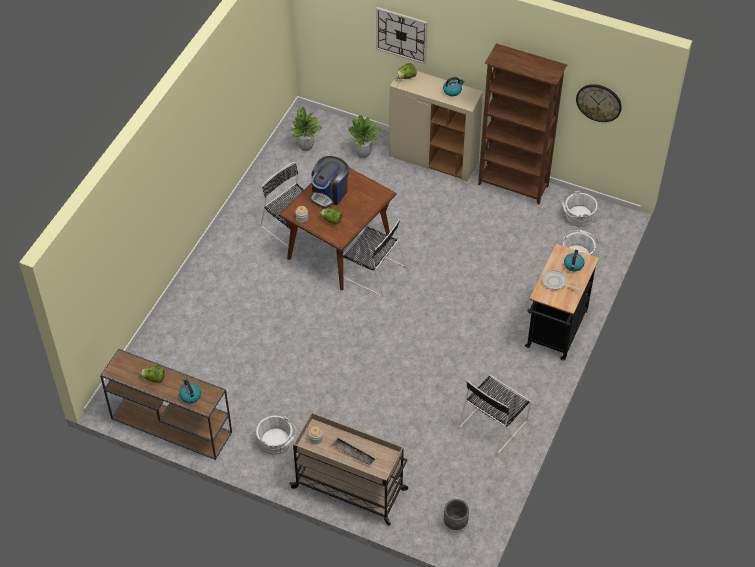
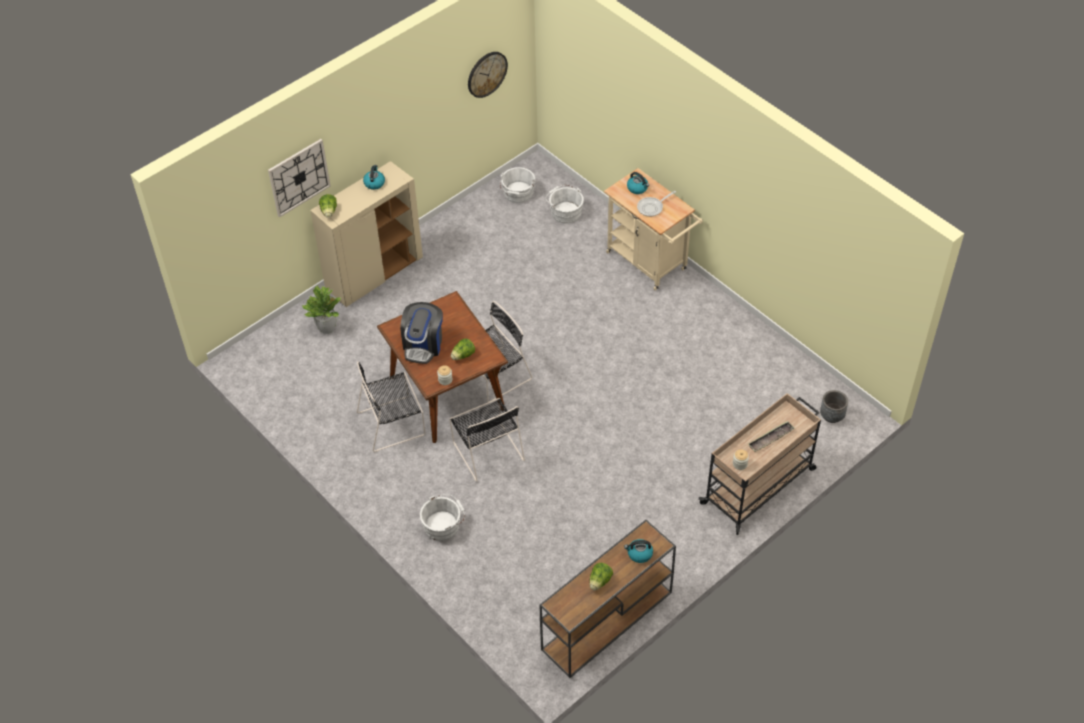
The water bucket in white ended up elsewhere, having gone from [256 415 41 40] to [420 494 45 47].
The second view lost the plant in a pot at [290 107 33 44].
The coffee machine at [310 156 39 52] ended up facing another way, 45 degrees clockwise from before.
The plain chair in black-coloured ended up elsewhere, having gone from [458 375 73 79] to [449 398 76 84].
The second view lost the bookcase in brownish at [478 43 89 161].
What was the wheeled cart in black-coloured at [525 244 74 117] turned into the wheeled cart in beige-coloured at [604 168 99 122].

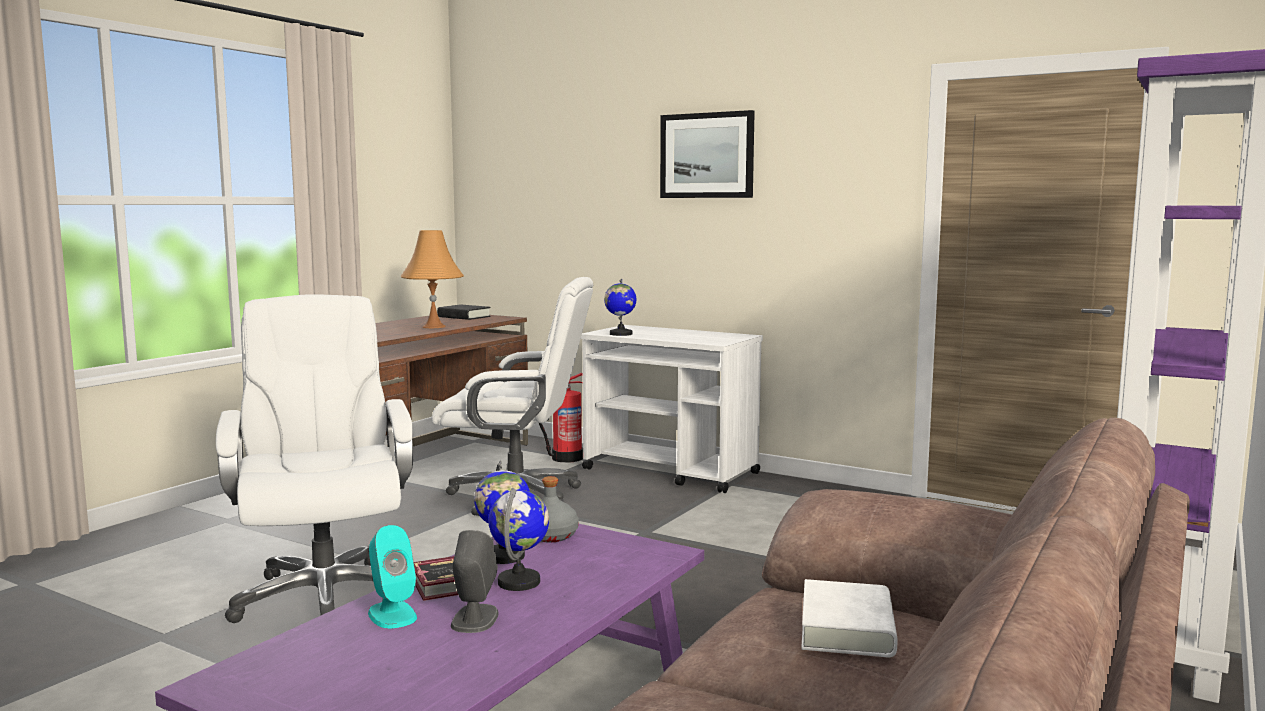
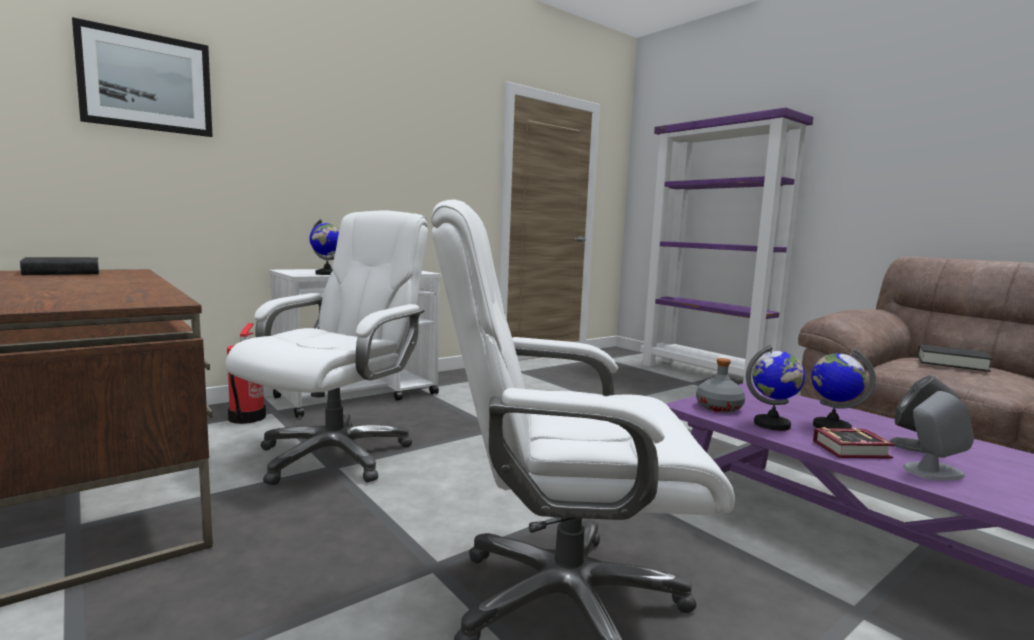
What was the audio speaker in turquoise-coloured at [368 525 49 103] turned into the audio speaker in grey at [903 391 71 90].
The second view lost the lamp for a table in orangey at [400 230 64 98].
The wall picture ended up elsewhere, having gone from [660 110 95 88] to [72 17 140 120].
What was the volume in white at [801 579 97 78] turned into the volume in black-coloured at [918 344 75 28].

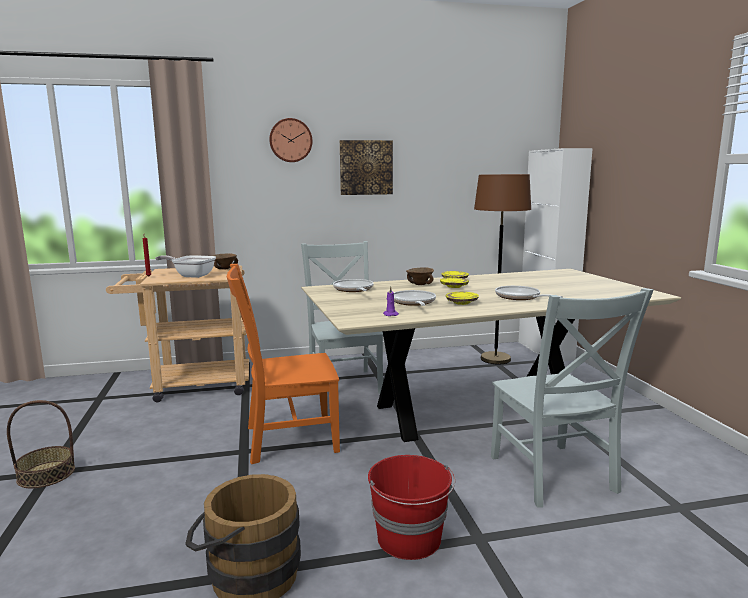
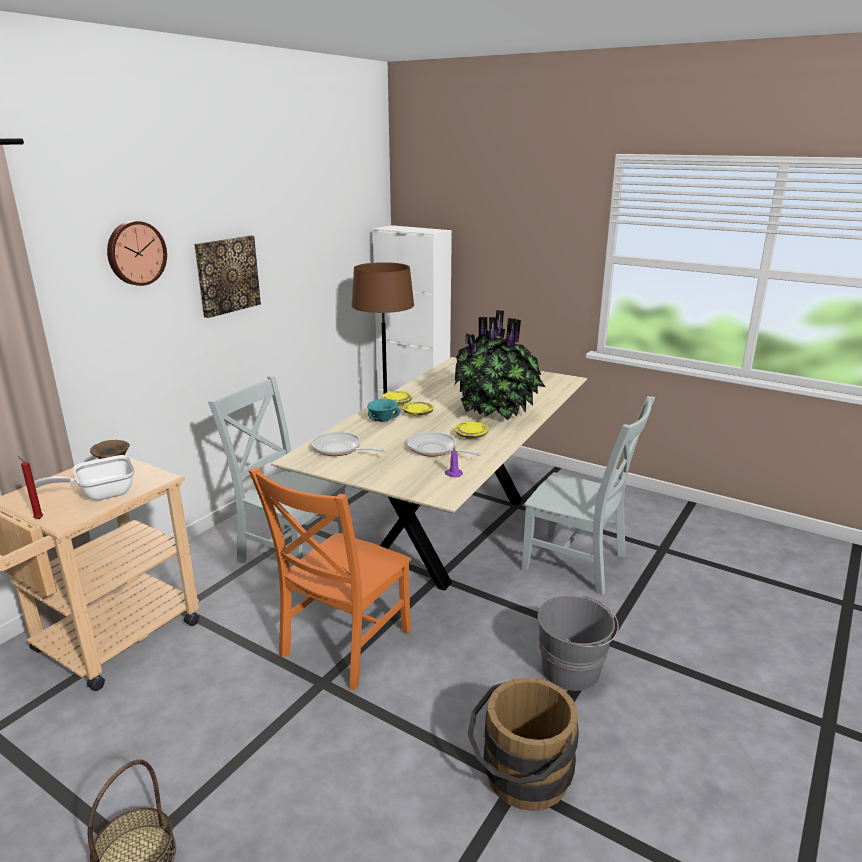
What was the water bucket in red at [368 455 87 105] turned into the water bucket in grey at [537 596 82 95].
What was the serving bowl in brownish at [406 268 28 17] turned into the serving bowl in turquoise-coloured at [367 399 33 23].
Where the pan stood at [495 286 68 14], the plant in a pot came to stand at [454 310 91 110].

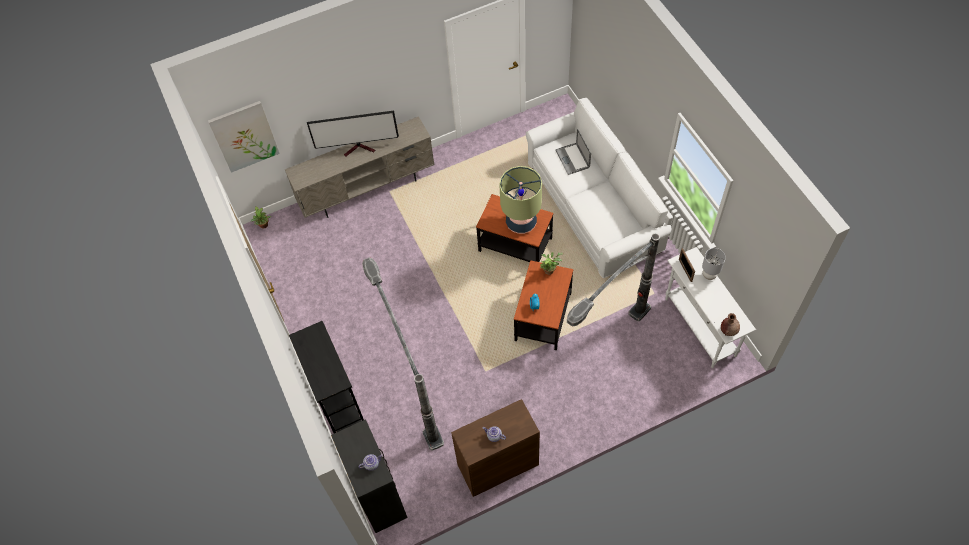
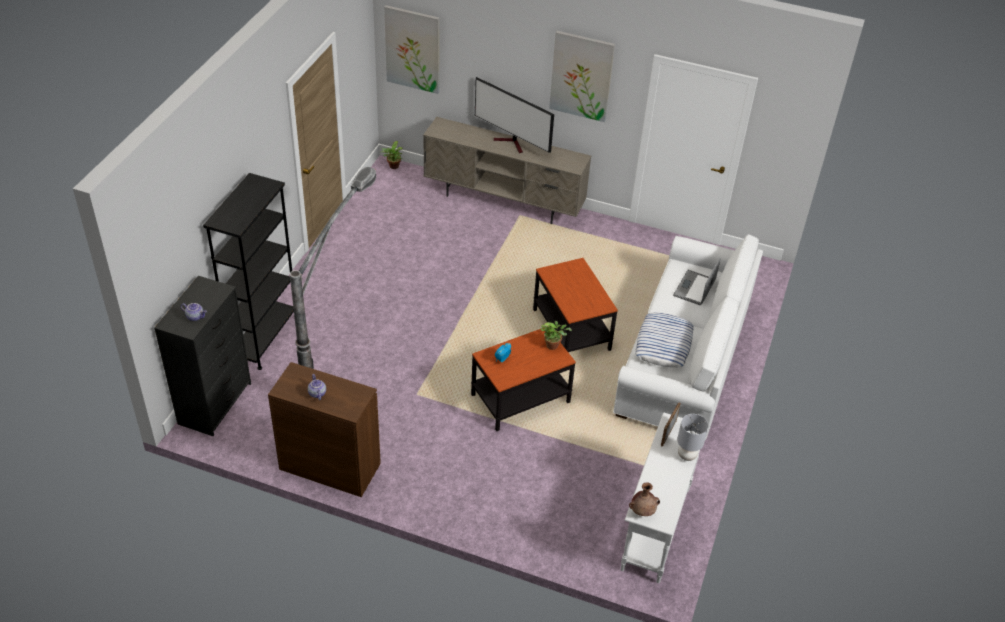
The second view lost the lamp for a table at [499 166 43 68].
The second view lost the standard lamp at [567 233 93 94].
The second view gained the wall picture at [549 31 66 91].
The second view gained the throw pillow at [635 313 59 55].

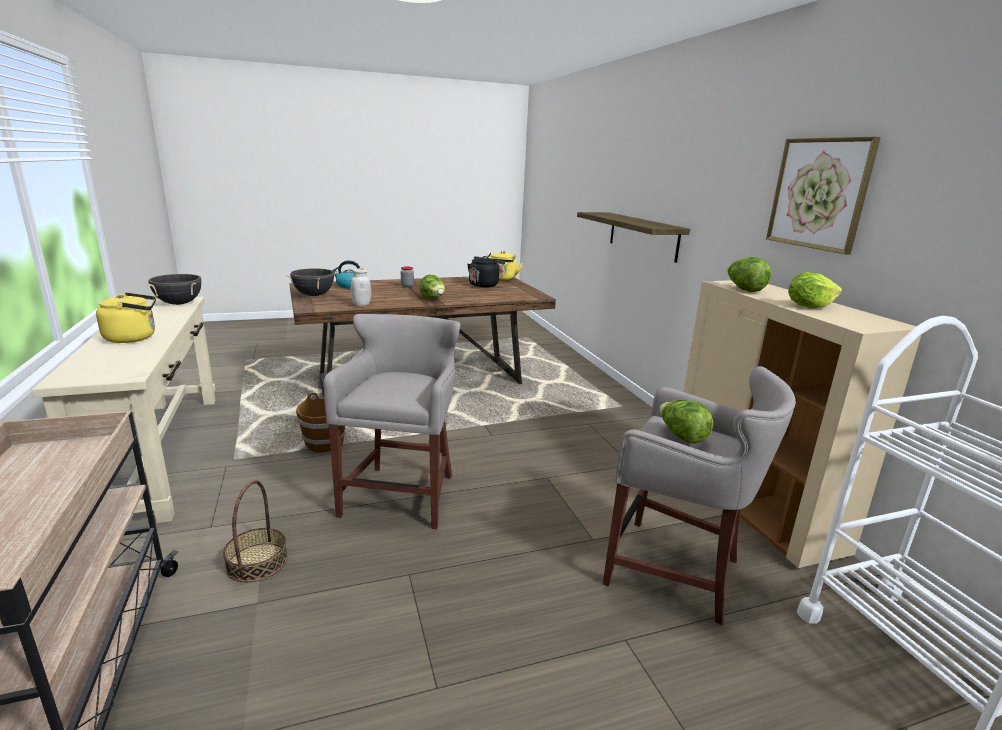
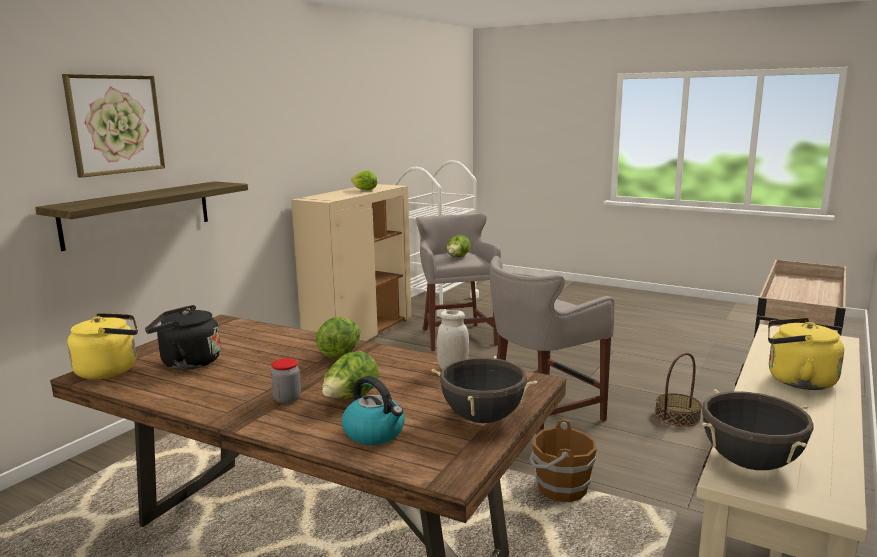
The lettuce head ended up elsewhere, having gone from [727 257 45 35] to [322 351 57 48].
The wall picture ended up elsewhere, having gone from [766 136 115 119] to [62 74 103 104].

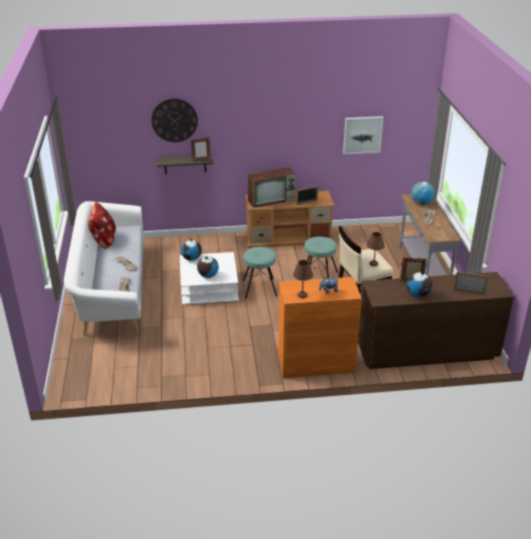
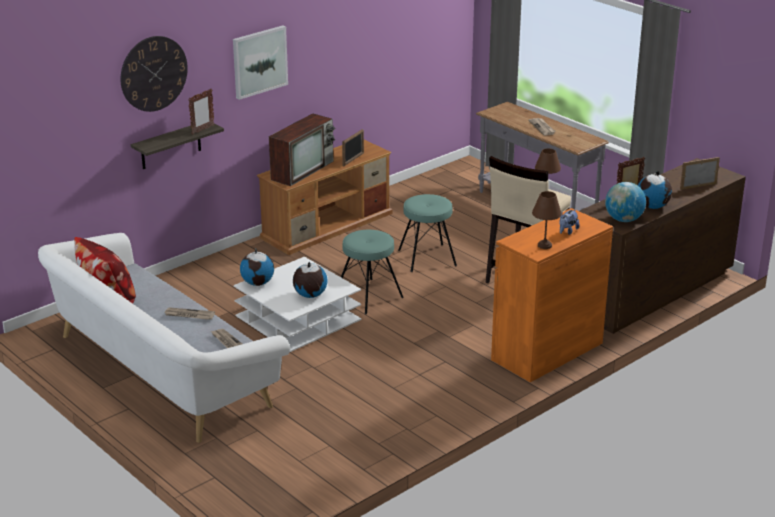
The wall picture ended up elsewhere, having gone from [343 116 41 38] to [233 25 55 75].
The globe ended up elsewhere, having gone from [411 182 24 23] to [605 182 41 40].

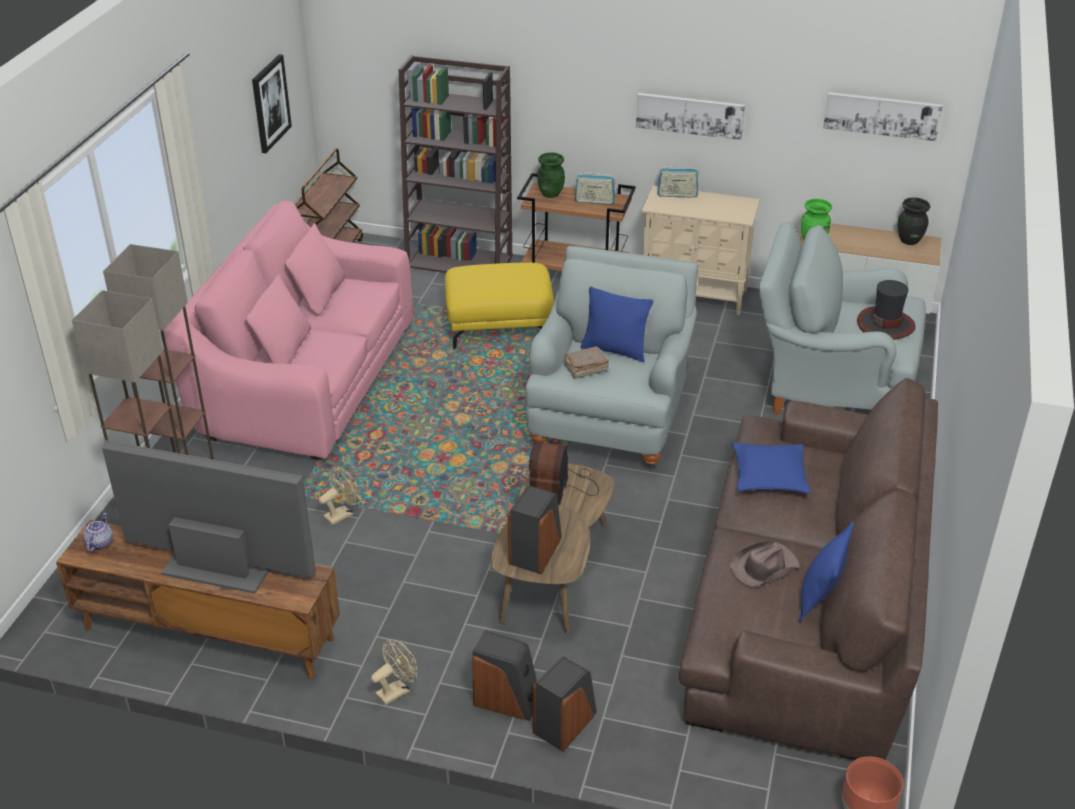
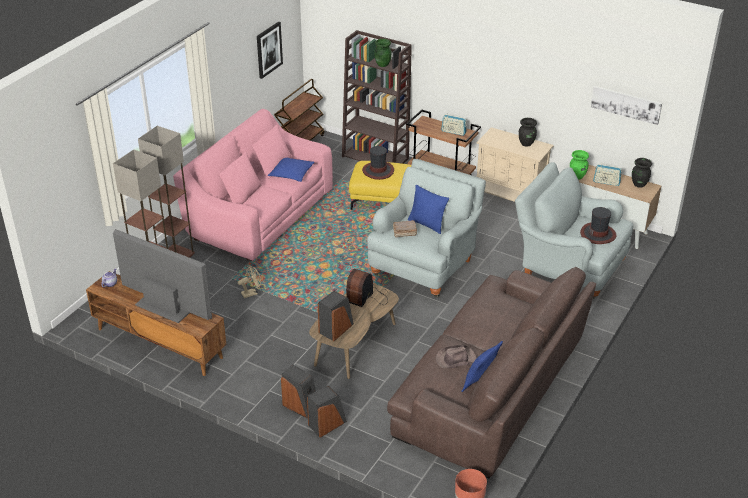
The second view lost the fan in beige-coloured at [371 639 47 66].
The vase in green ended up elsewhere, having gone from [537 152 28 46] to [374 39 18 28].
The second view lost the wall picture at [636 93 109 47].
The radio receiver ended up elsewhere, having gone from [657 164 42 34] to [593 162 29 24].
The throw pillow in blue-coloured ended up elsewhere, having gone from [733 442 78 51] to [268 158 46 24].
The second view gained the wearable hat at [362 146 32 34].
The second view gained the vase in black-coloured at [519 118 18 29].

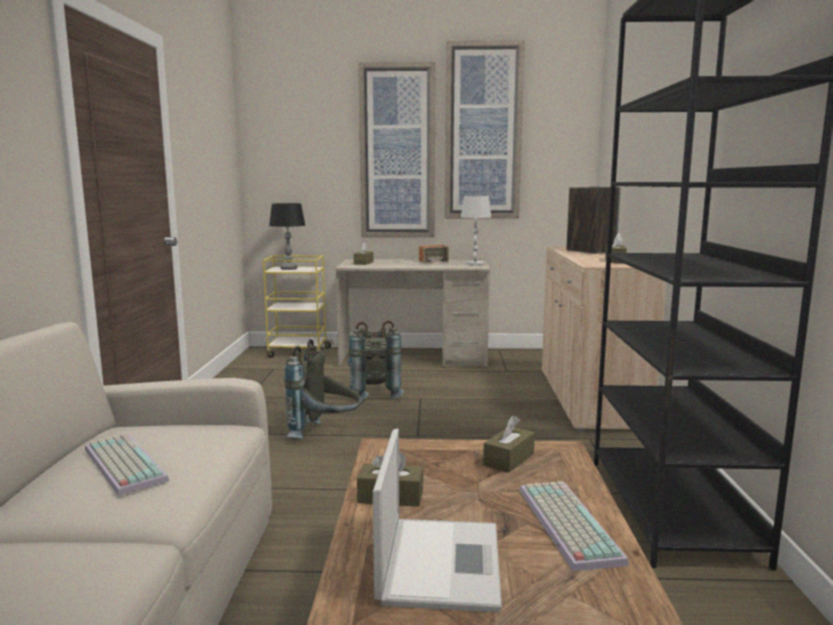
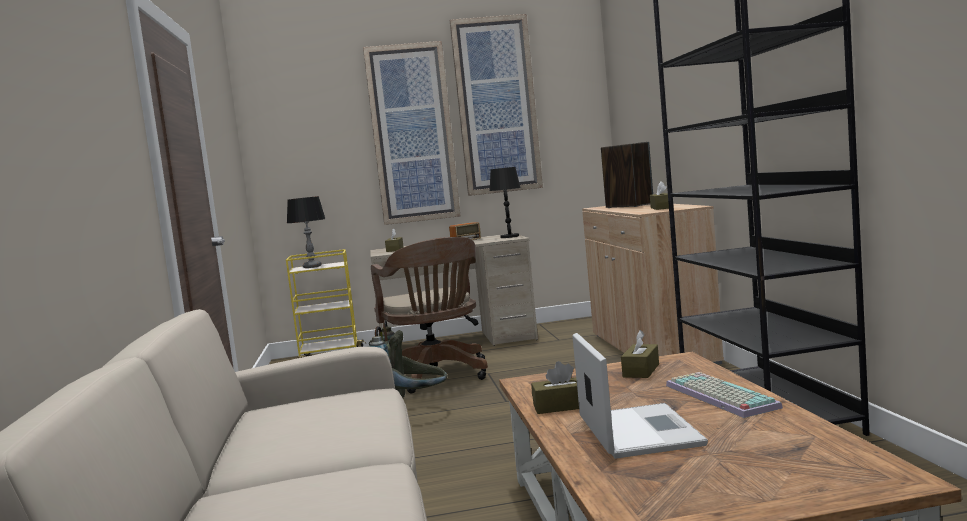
The second view lost the PC keyboard at [85 434 84 62].
Where the rucksack in grey stood at [348 321 56 80], the desk chair in brownish came to stand at [371 237 117 157].
What was the lamp for a table in white at [461 196 30 69] turned into the lamp for a table in black-coloured at [490 167 31 71].

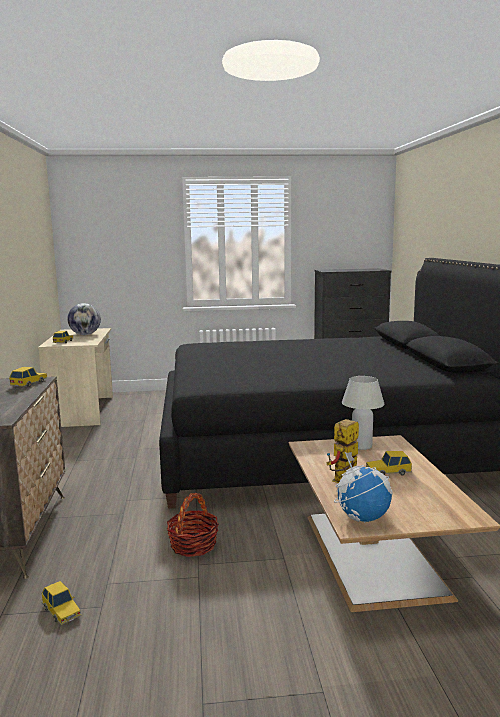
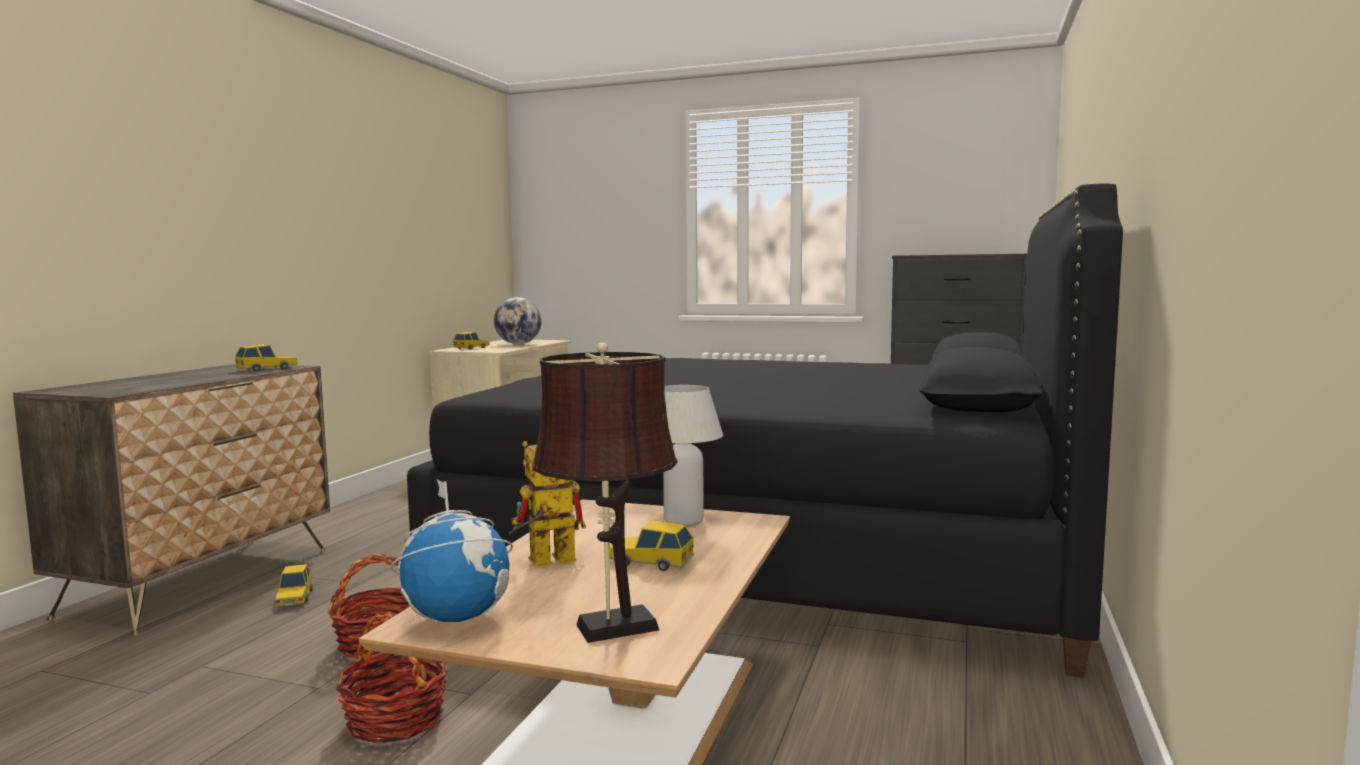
The model car ended up elsewhere, having gone from [42 581 40 44] to [275 564 38 43].
The second view gained the basket at [336 613 112 130].
The second view gained the lamp for a table in brownish at [532 342 146 301].

